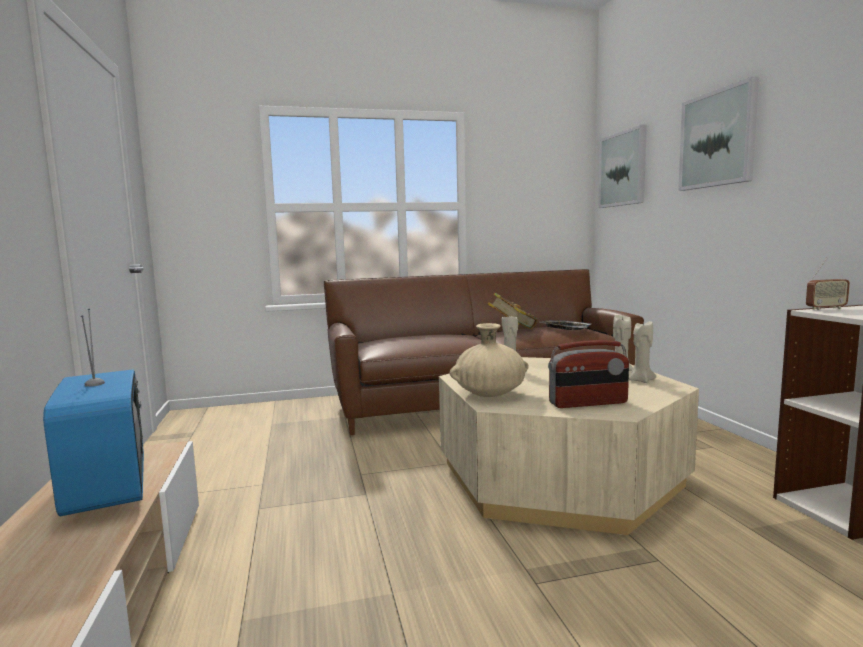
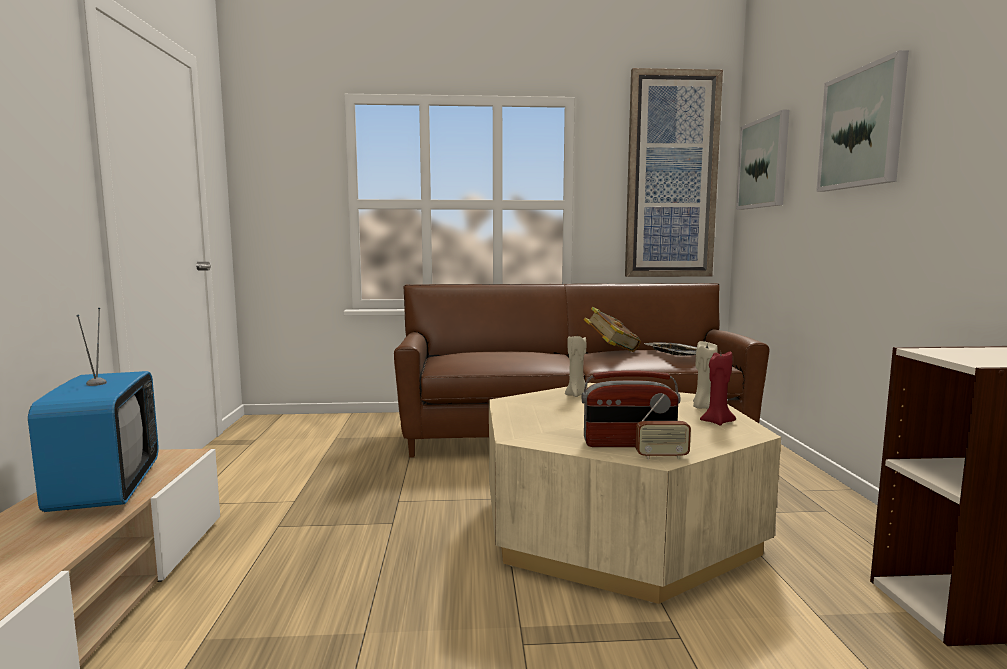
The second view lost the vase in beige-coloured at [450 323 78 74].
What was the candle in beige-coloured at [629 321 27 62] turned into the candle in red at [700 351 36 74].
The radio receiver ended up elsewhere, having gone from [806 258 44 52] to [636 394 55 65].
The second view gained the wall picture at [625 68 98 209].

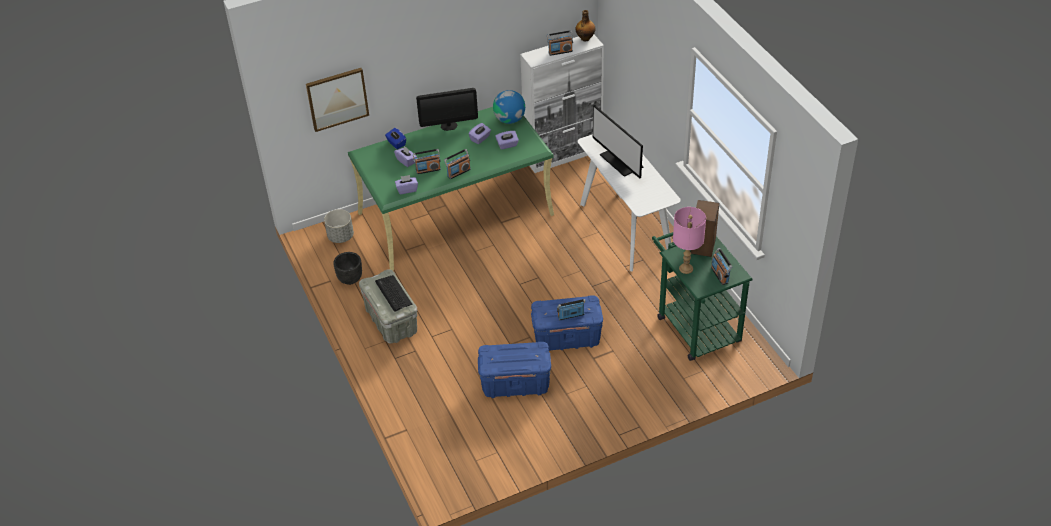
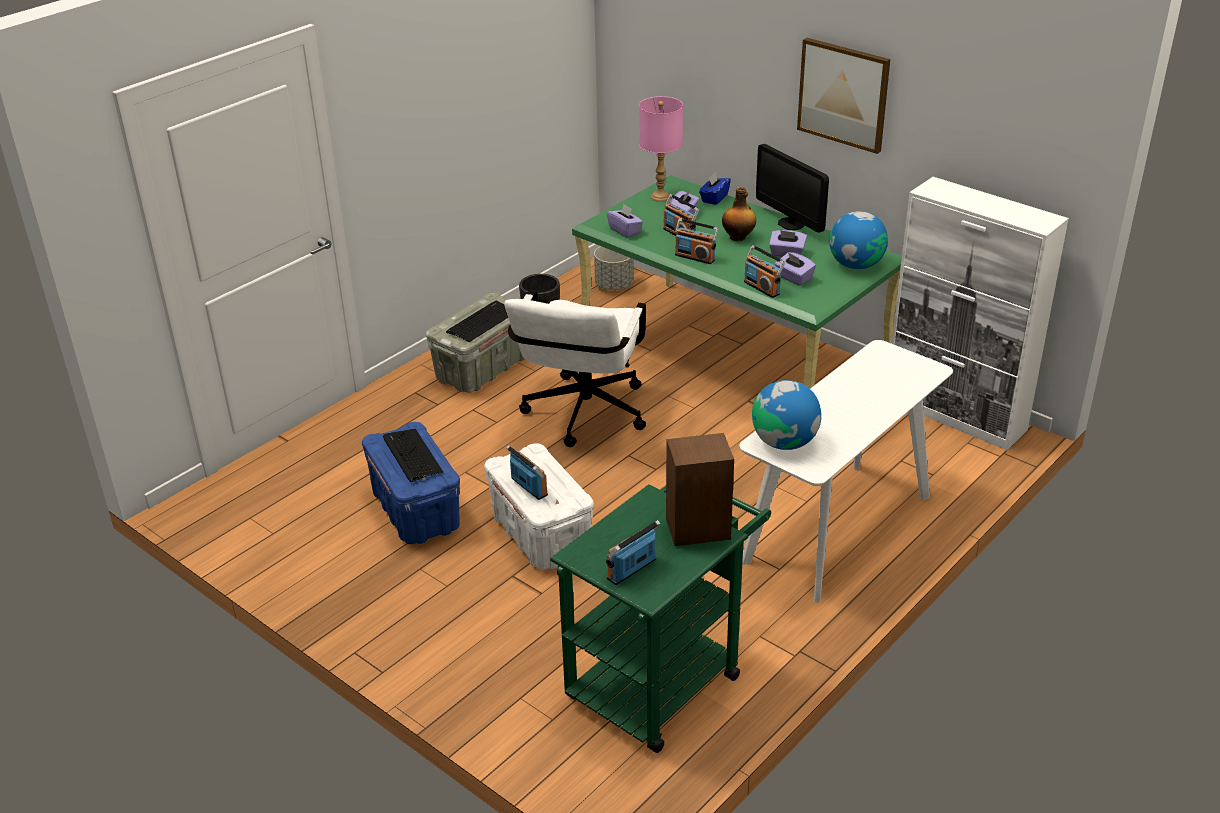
The wall picture ended up elsewhere, having gone from [306 68 63 64] to [797 38 93 116].
What was the storage container in blue-coloured at [531 296 72 55] turned into the storage container in white at [484 443 110 127].
The radio receiver ended up elsewhere, having gone from [547 30 26 26] to [744 245 41 53].
The beverage bottle ended up elsewhere, having gone from [576 10 19 32] to [722 187 34 54].
The second view lost the computer display at [593 105 51 74].
The lamp for a table in pinkish ended up elsewhere, having gone from [673 207 33 67] to [639 96 44 106].
The second view gained the PC keyboard at [383 429 60 53].
The second view gained the desk chair in white at [504 290 142 157].
The second view gained the globe at [752 380 69 70].

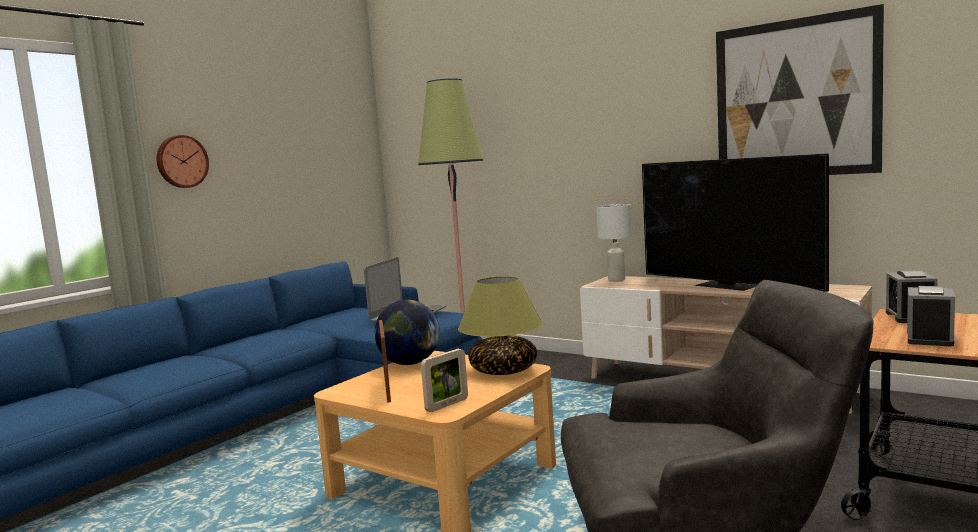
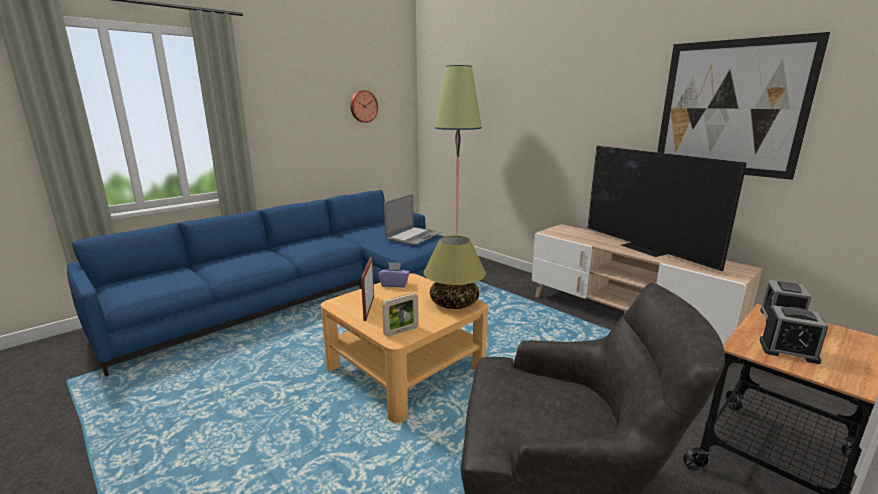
The clock on the wall ended up elsewhere, having gone from [157 135 52 53] to [350 90 28 33].
Where the globe stood at [374 300 66 65], the box of tissues in purplish came to stand at [378 262 32 25].
The second view lost the lamp for a table in white at [596 204 36 77].
The alarm clock at [907 286 48 60] ended up facing another way, 105 degrees counterclockwise from before.

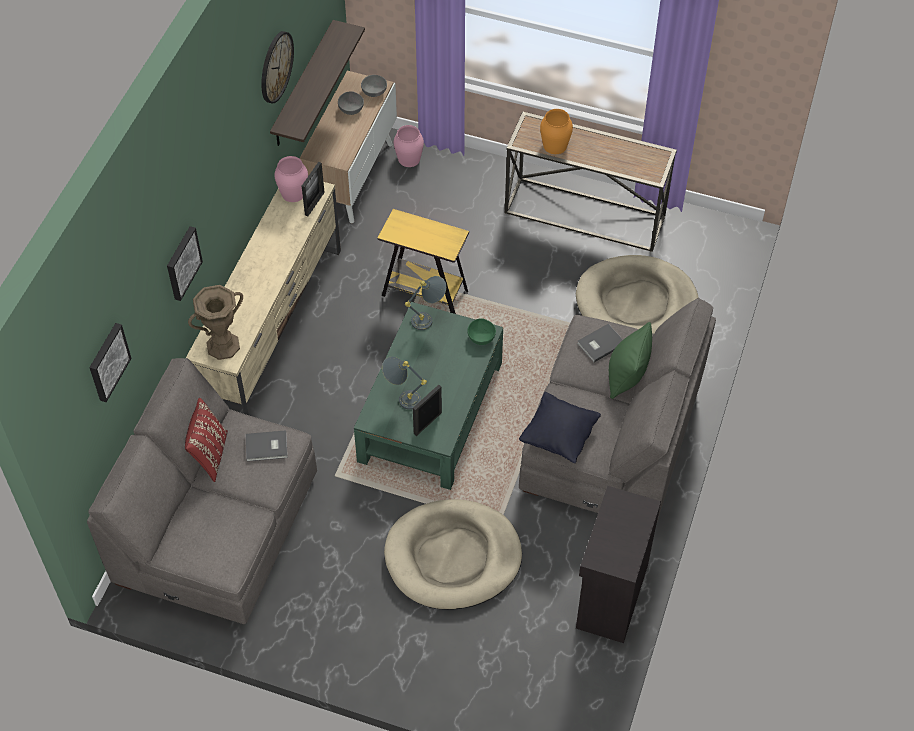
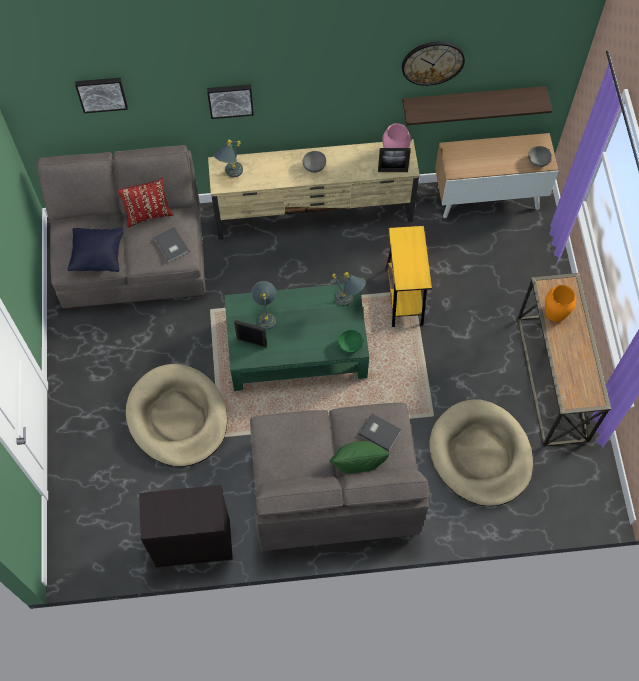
Where the vase in brownish stood at [188 285 55 75], the lamp for a table in grey came to stand at [213 140 30 37].
The serving bowl in grey ended up elsewhere, having gone from [338 91 26 24] to [303 151 23 22].
The second view lost the vase in pinkish at [394 125 30 42].
The throw pillow in black-coloured ended up elsewhere, having gone from [519 392 82 71] to [68 228 55 44].

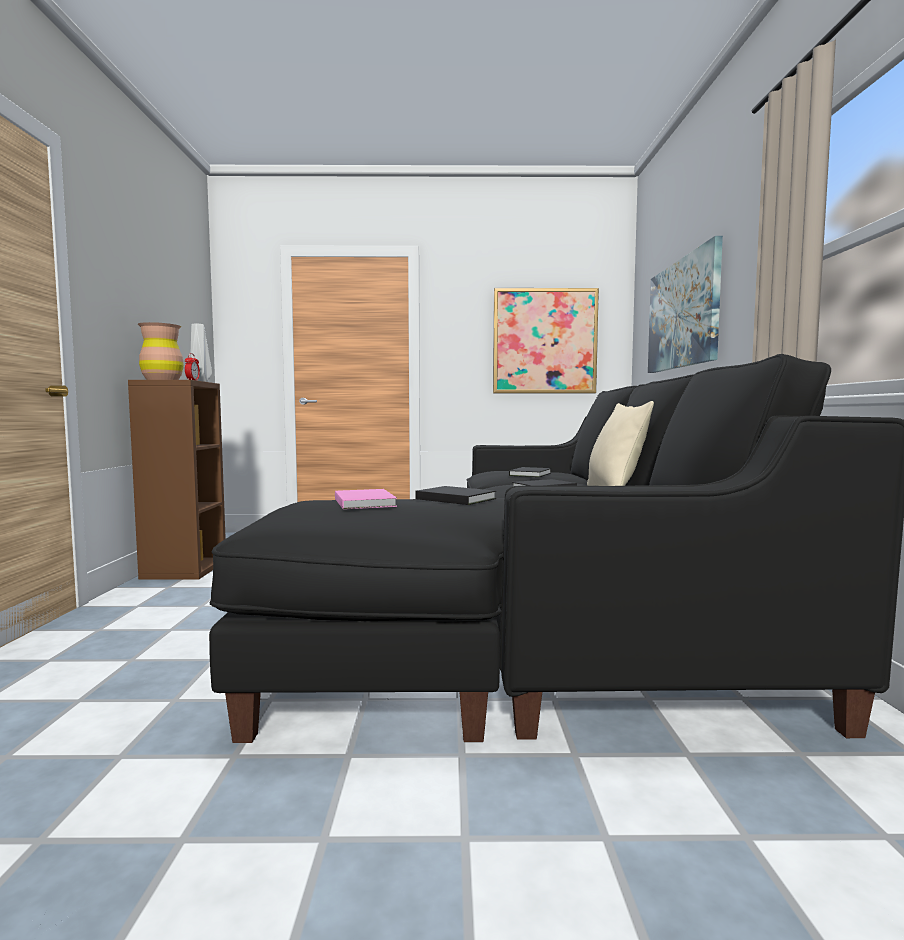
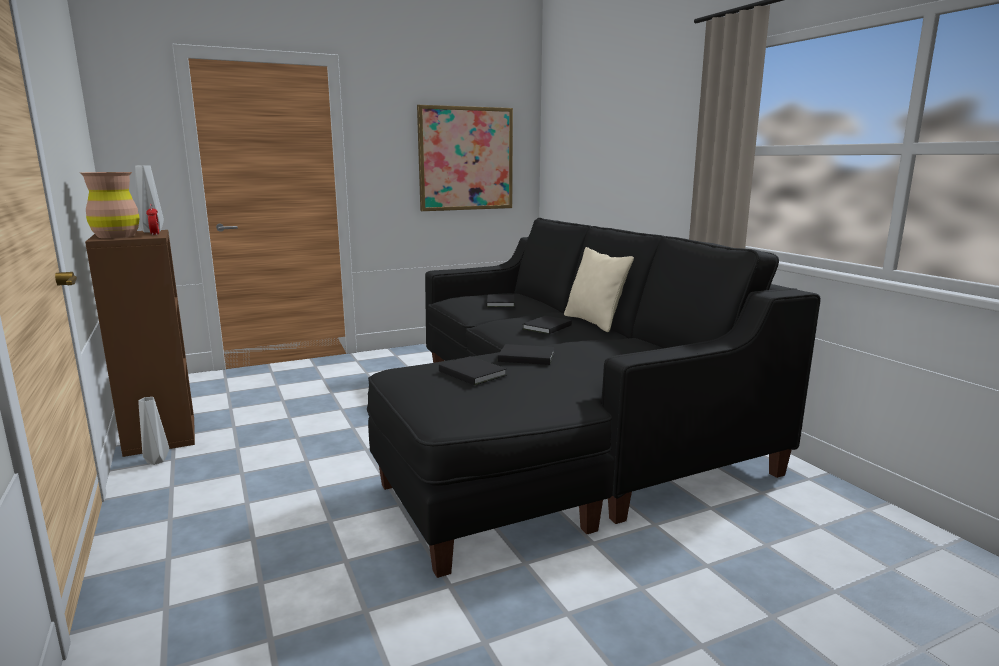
What was the volume in pinkish at [335 489 62 20] turned into the volume in black-coloured at [439 356 68 29].
The second view lost the wall picture at [648 236 75 137].
The second view gained the vase in grey at [138 397 31 68].

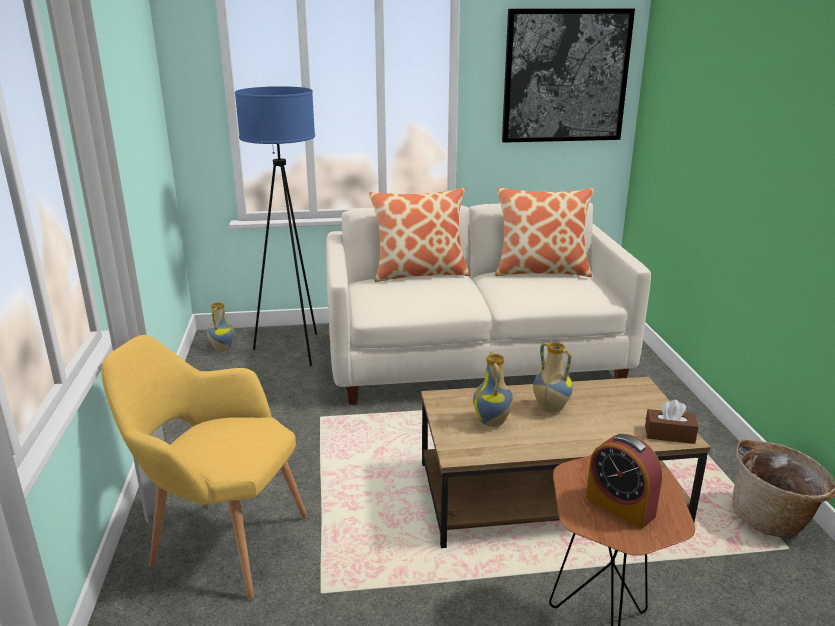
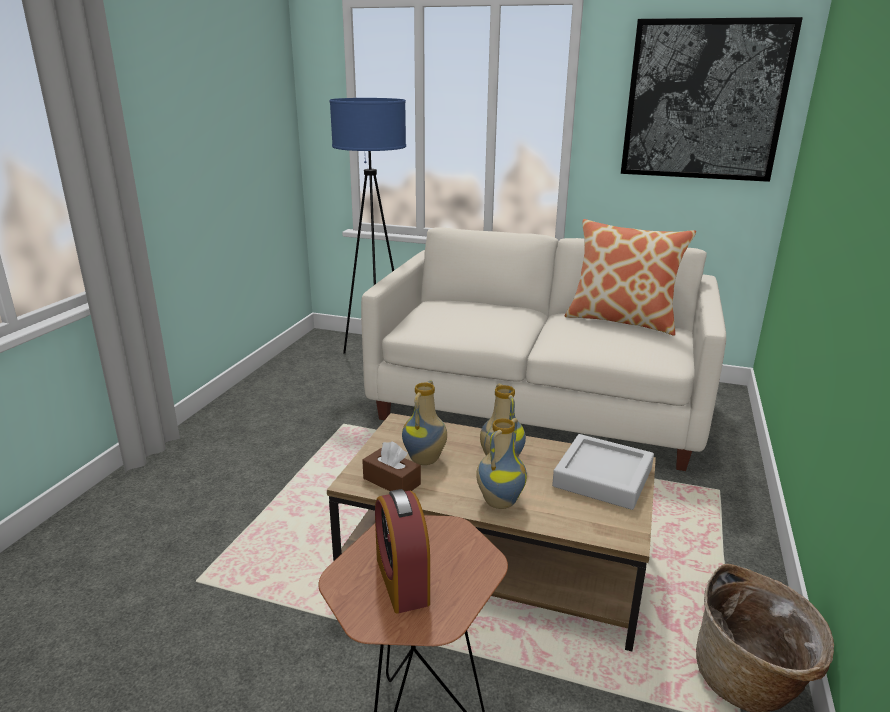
The second view lost the easy chair in yellowish at [102 335 206 265].
The vase ended up elsewhere, having gone from [207 302 28 49] to [476 418 51 91].
The second view lost the throw pillow at [369 187 101 95].
The box of tissues in brownish ended up elsewhere, having gone from [645 400 53 44] to [362 441 59 50].
The second view gained the carrying tray in grey at [552 434 102 76].

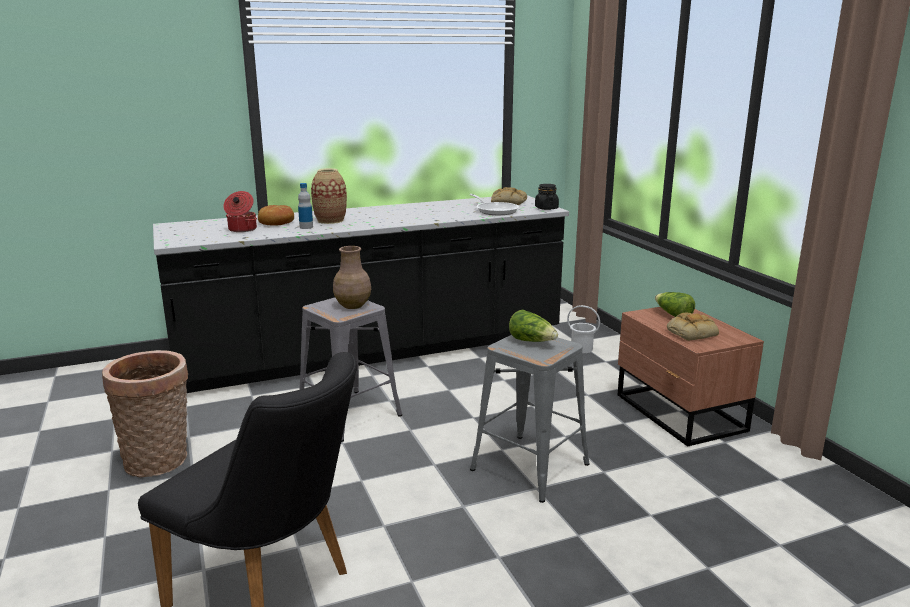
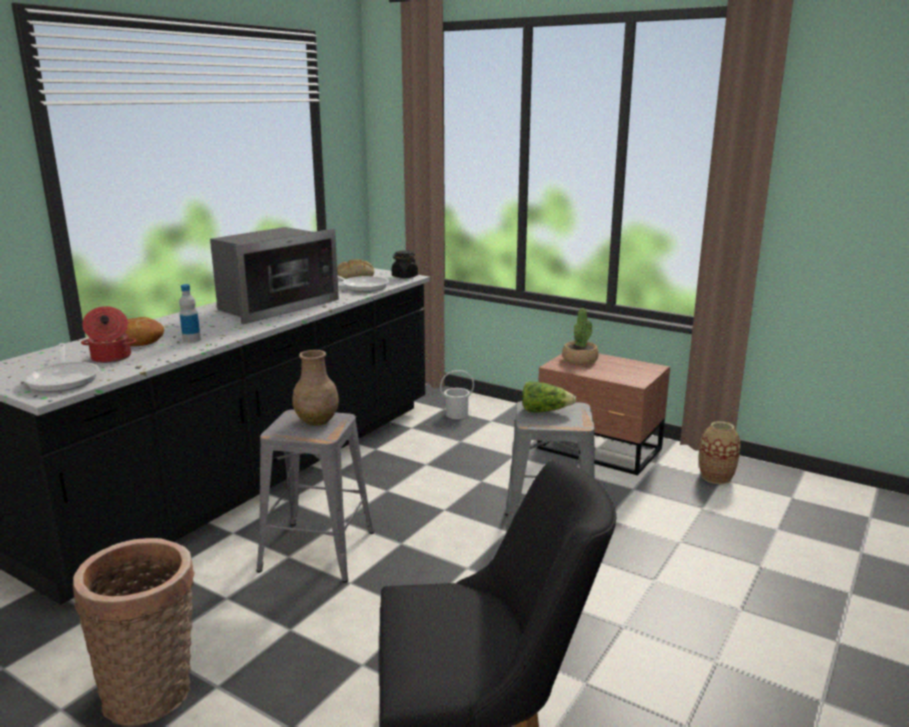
The vase ended up elsewhere, having gone from [311 168 36 56] to [699 421 42 63].
Where the lettuce head stood at [655 292 40 25], the plant in a pot came to stand at [562 308 37 57].
The second view lost the bakery bread at [667 313 52 28].
The second view gained the pan at [23 343 77 49].
The second view gained the kitchen microwave at [210 227 129 97].

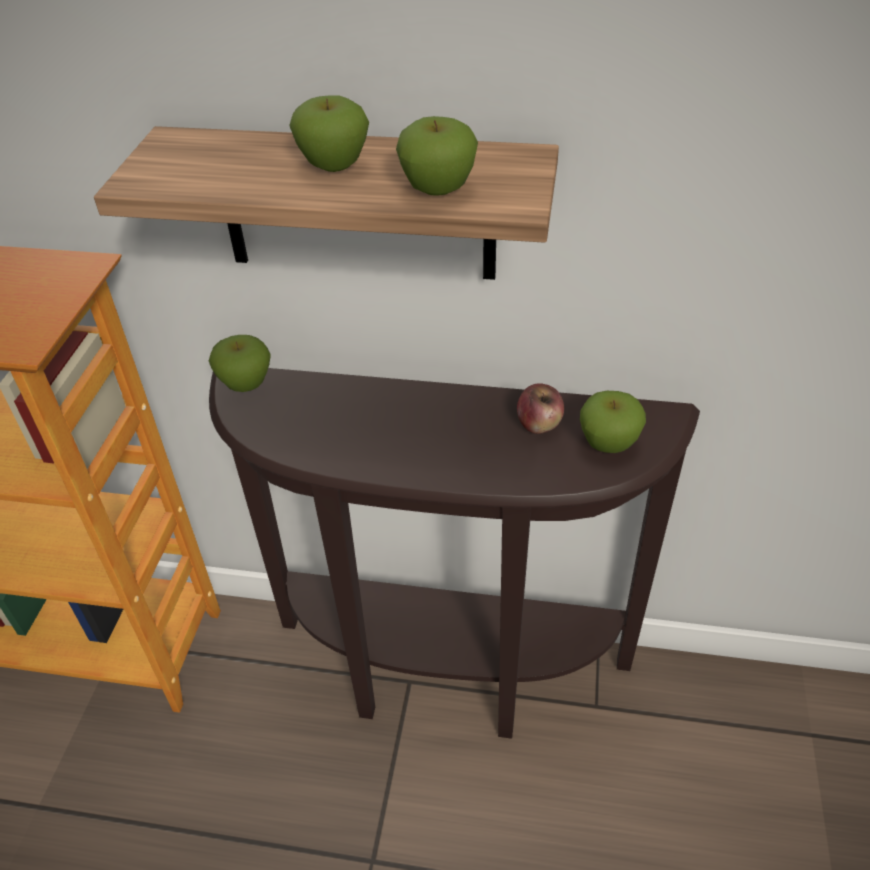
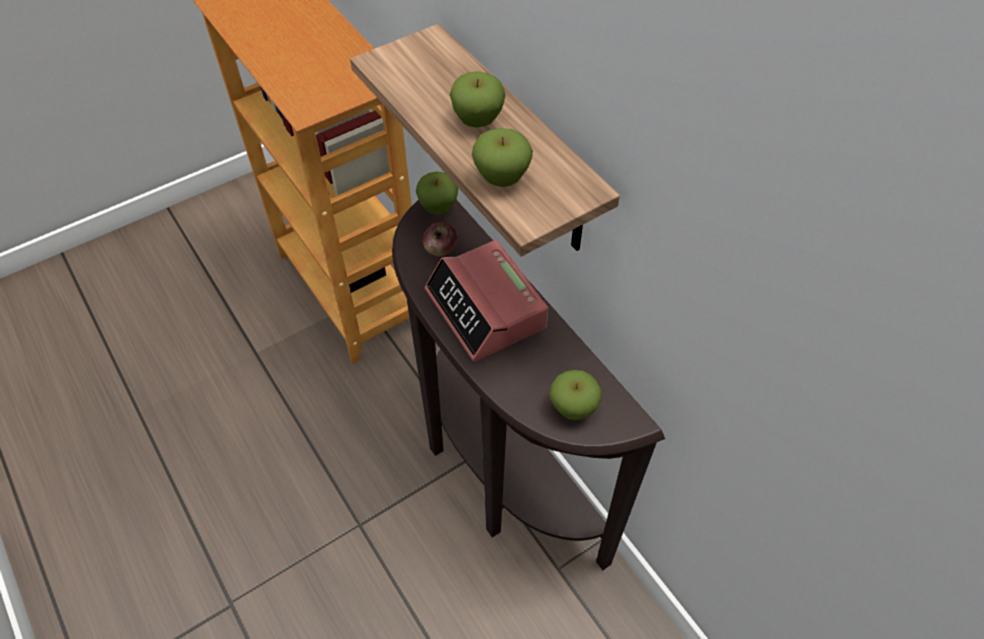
The apple fruit ended up elsewhere, having gone from [517 383 47 51] to [423 222 34 35].
The second view gained the alarm clock at [425 240 123 122].

